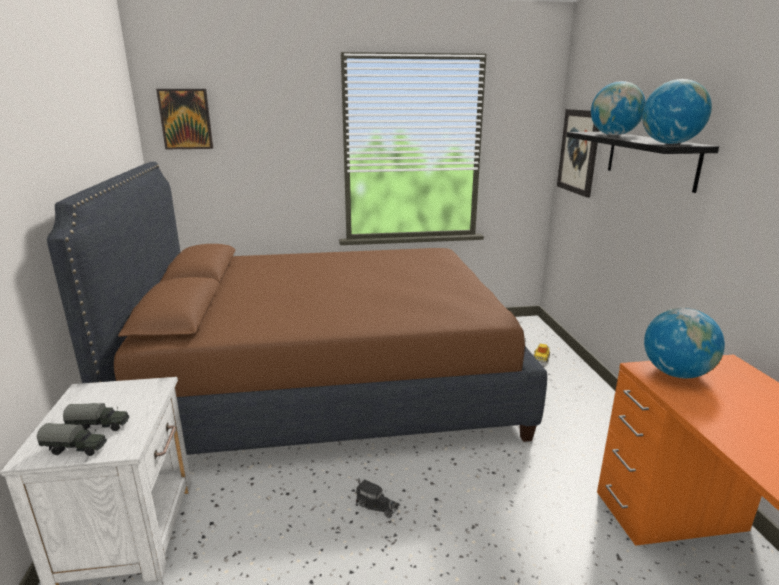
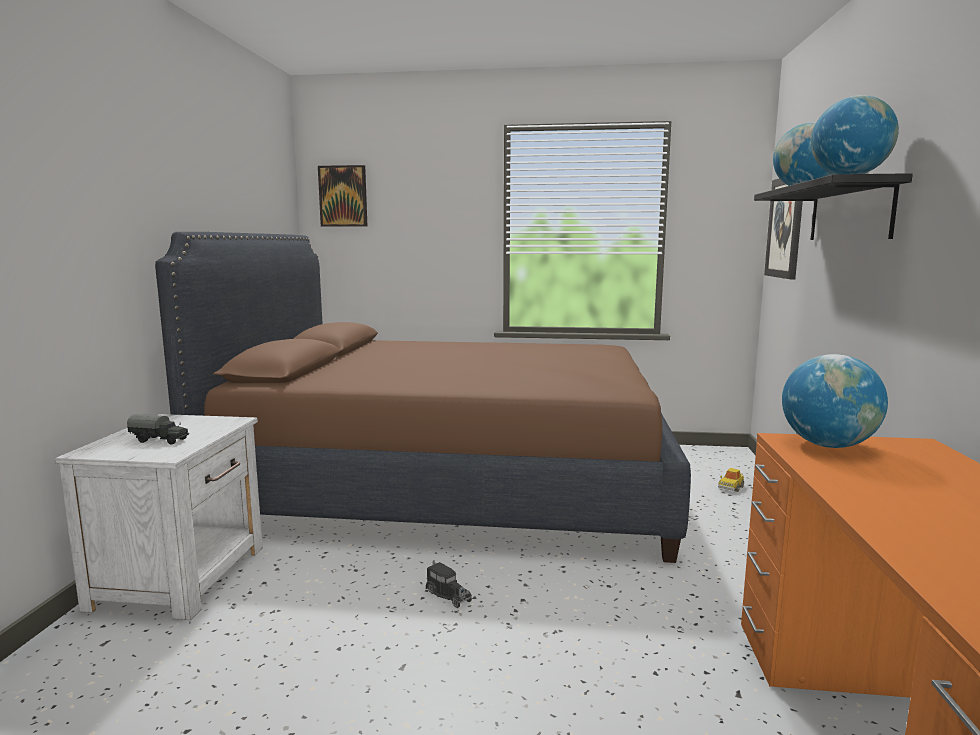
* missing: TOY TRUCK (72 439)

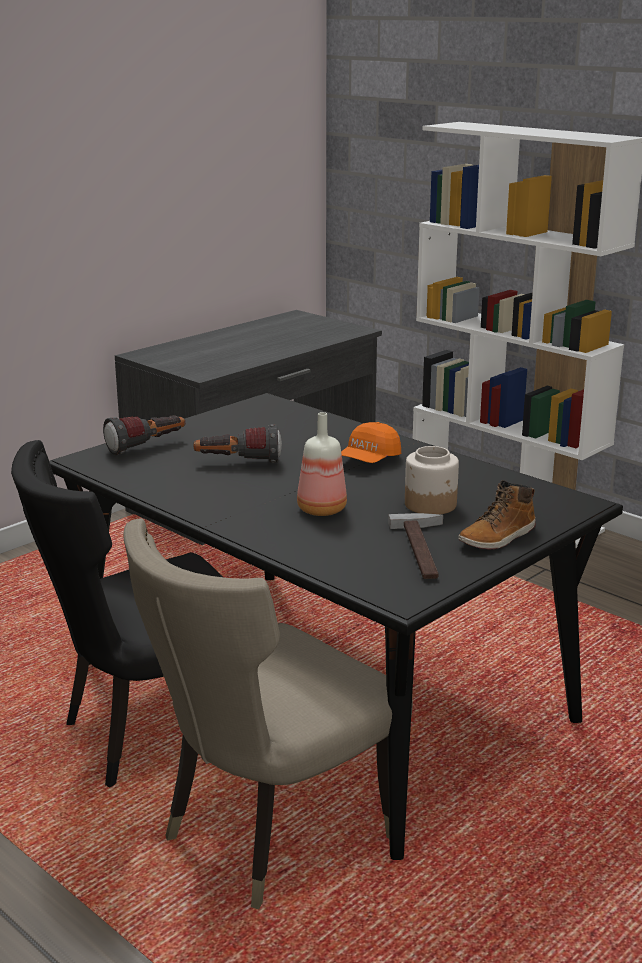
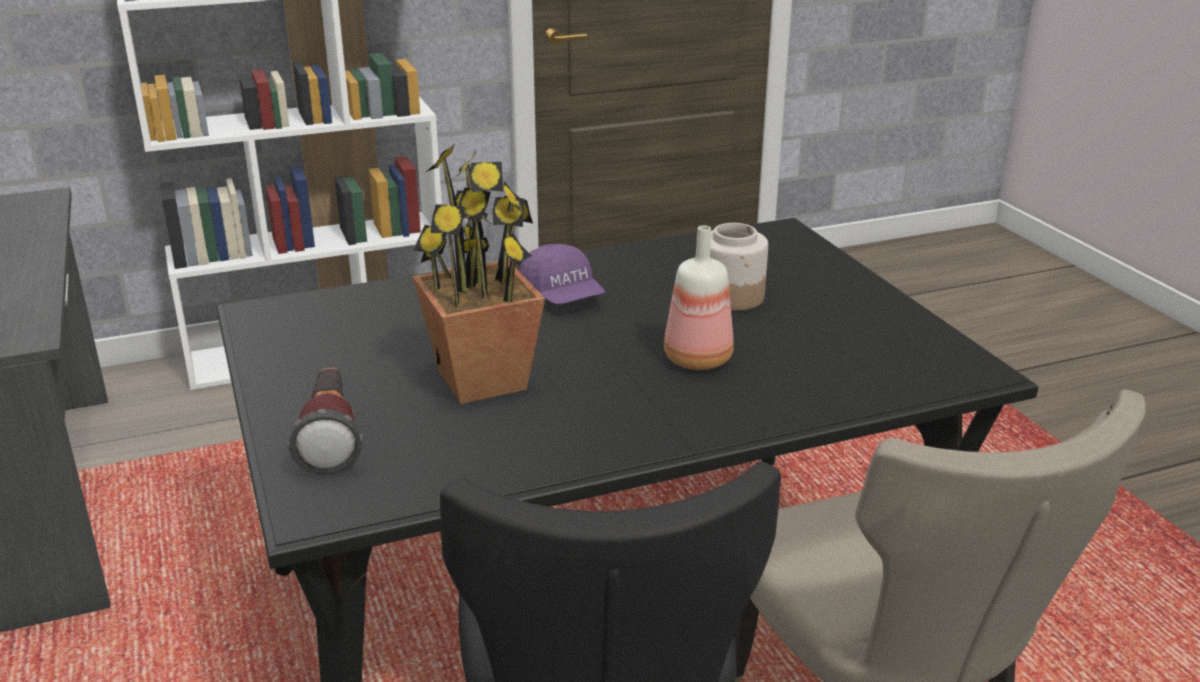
* missing: HAMMER (415 546)
* missing: BOOT (497 515)
* exchanged: FLASHLIGHT (238 443) to POTTED PLANT (478 273)
* colour: ORANGE CAP (371 442) to PURPLE CAP (562 274)

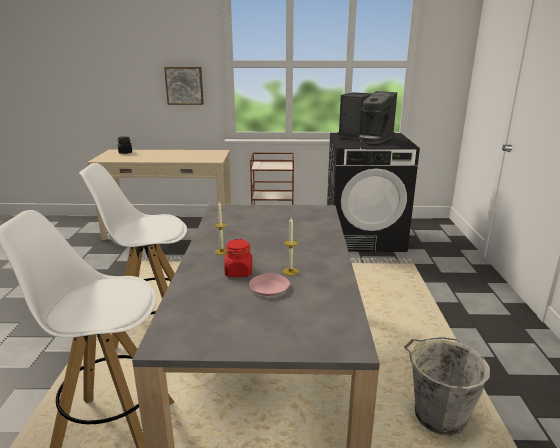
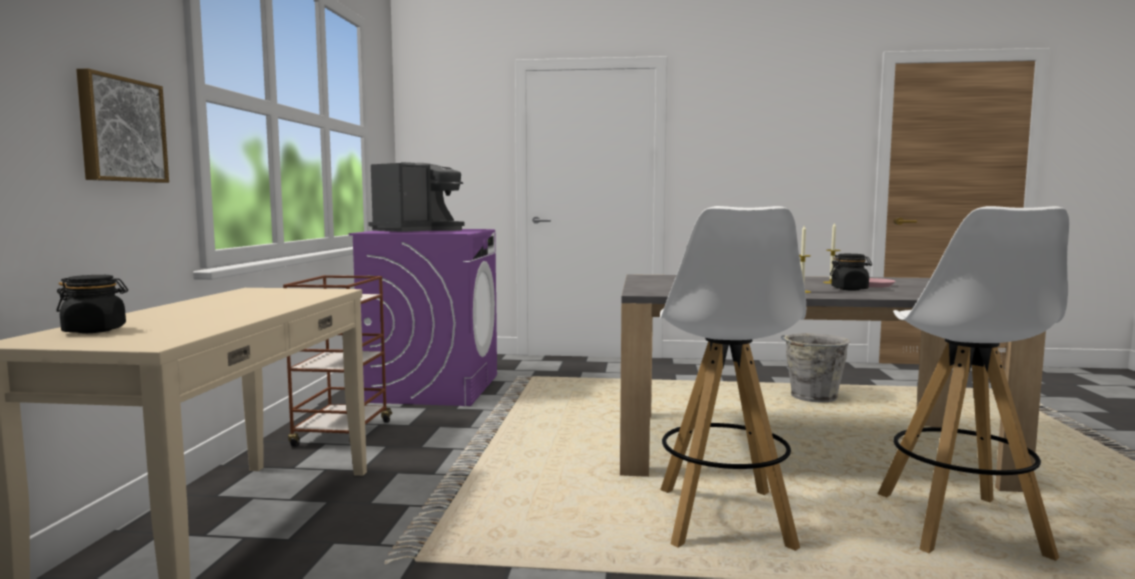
* colour: RED JAR (238 258) to BLACK JAR (851 272)
* colour: BLACK WASHING MACHINE (373 192) to PURPLE WASHING MACHINE (423 317)

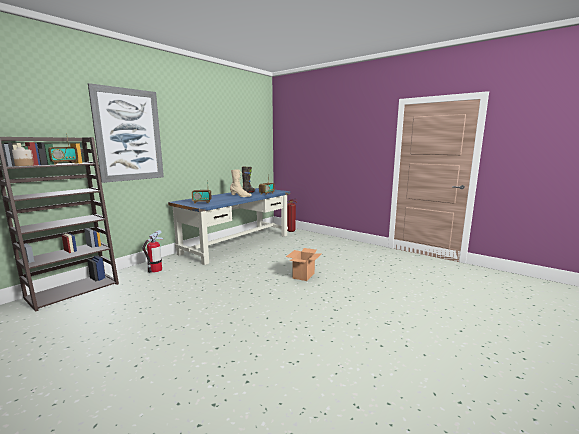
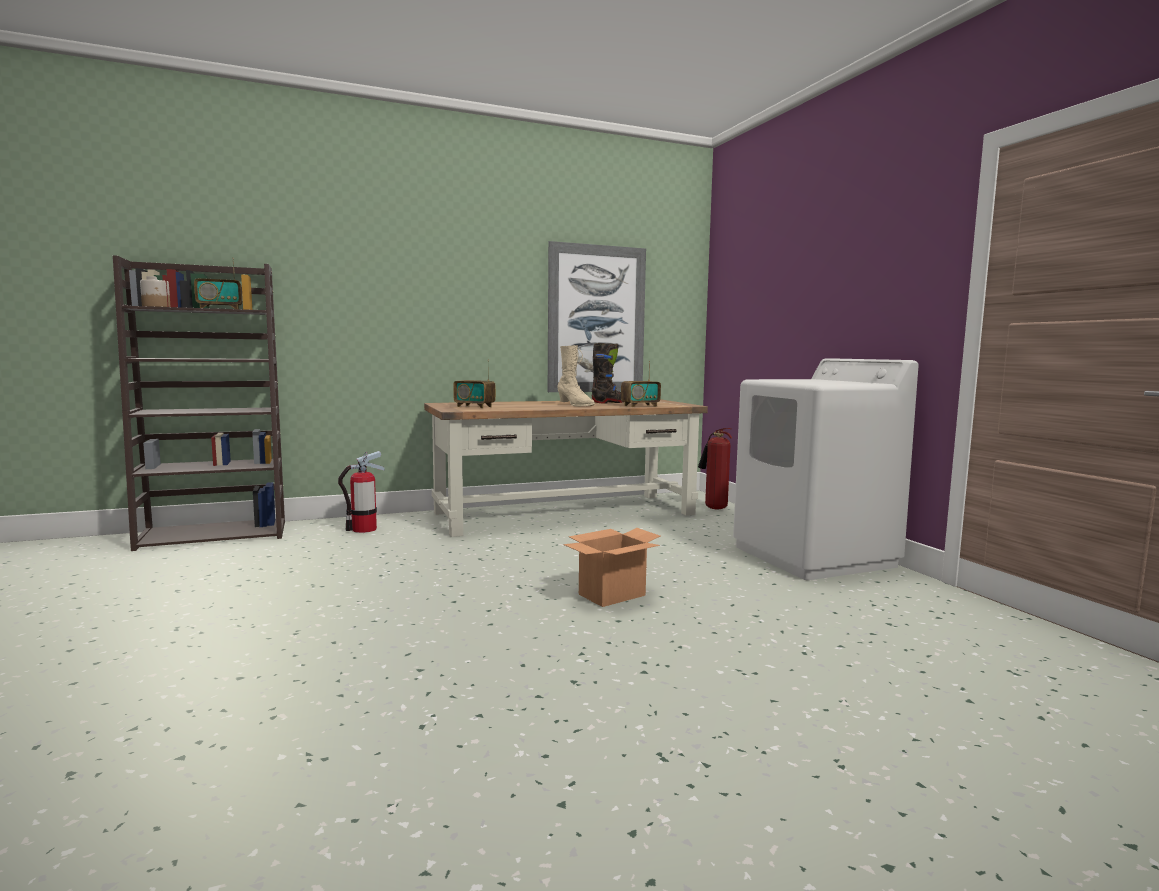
* appeared: WHITE WASHING MACHINE (826 469)
* relocated: PICTURE (126 133) to (597 316)
* colour: BLUE DESK (229 226) to BROWN DESK (566 468)

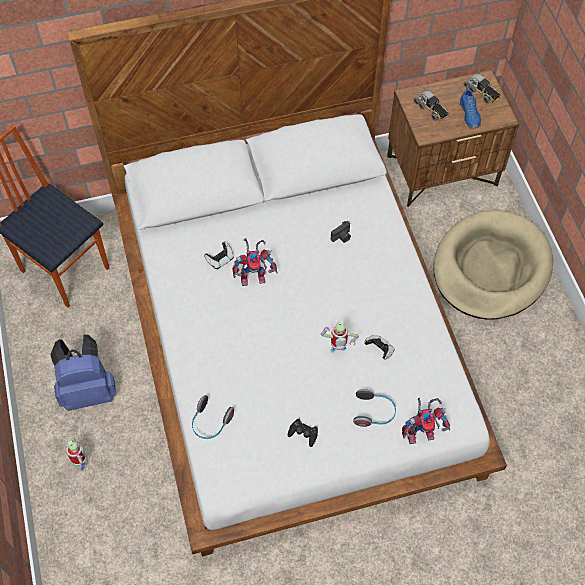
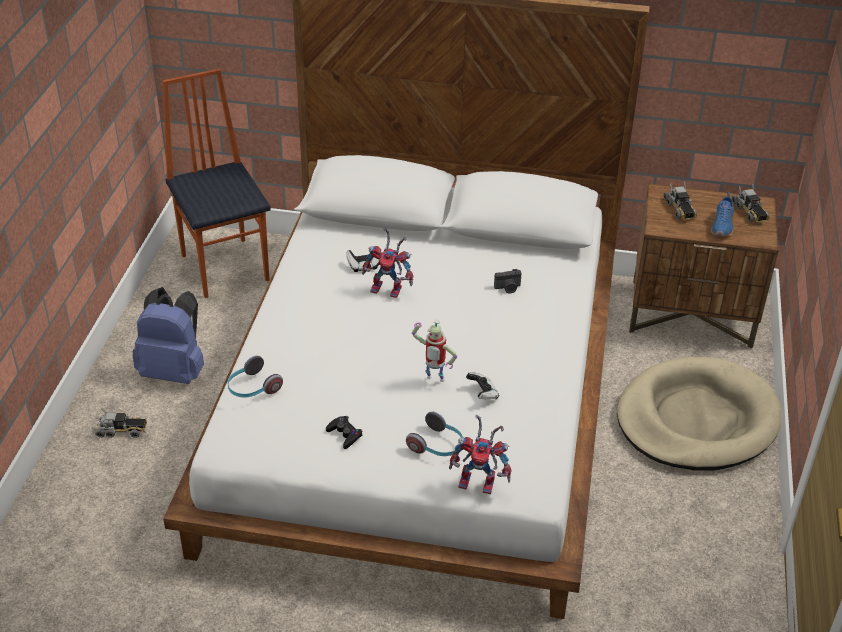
* exchanged: TOY ROBOT (76 454) to TOY TRUCK (121 423)

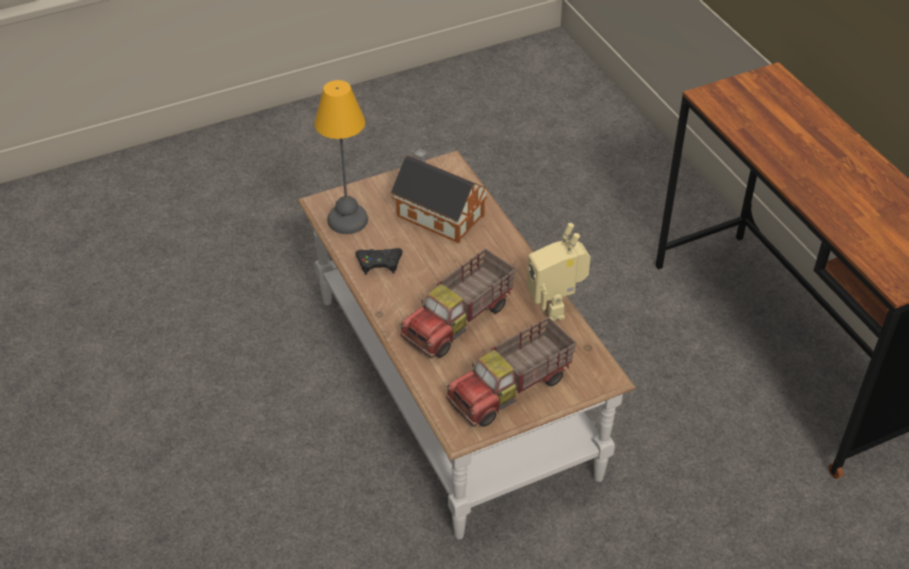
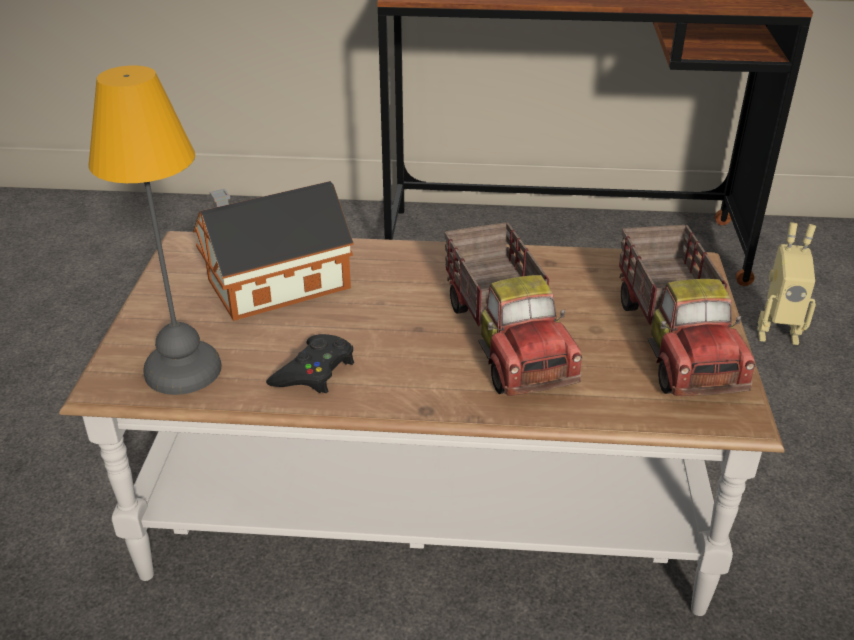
* relocated: TOY ROBOT (559 273) to (786 283)

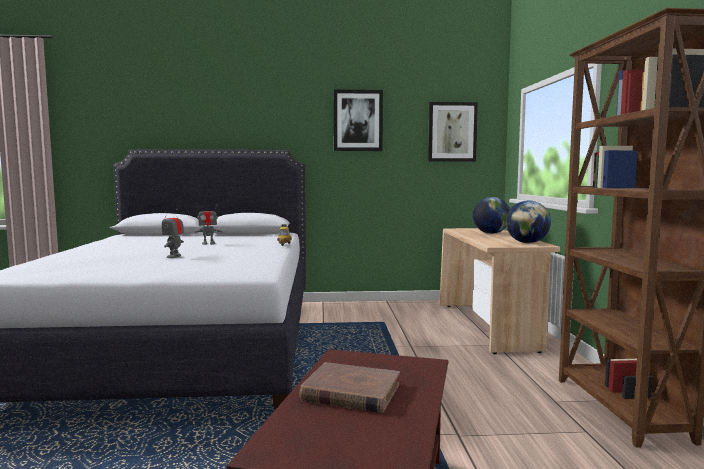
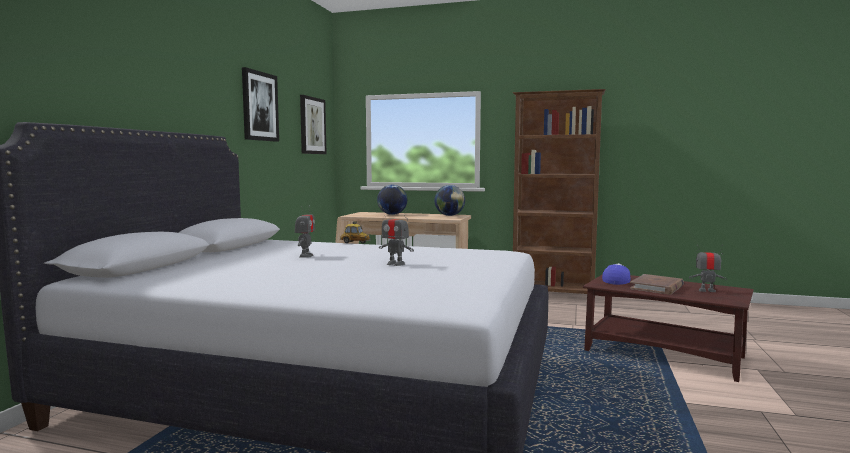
* appeared: CAP (616 274)
* appeared: TOY ROBOT (708 268)

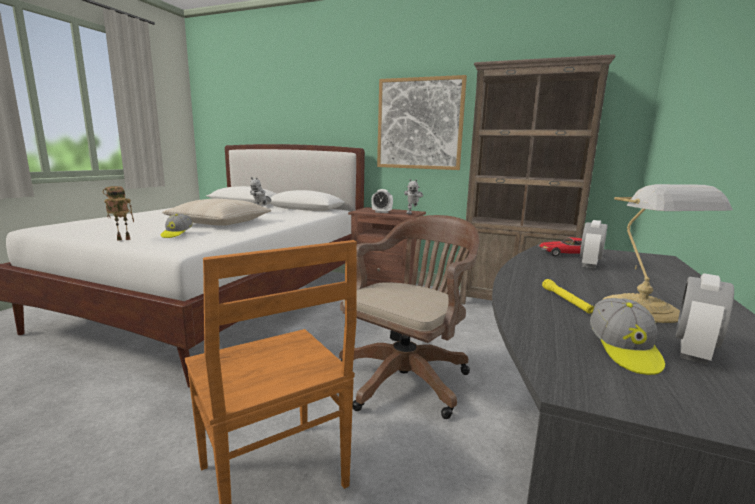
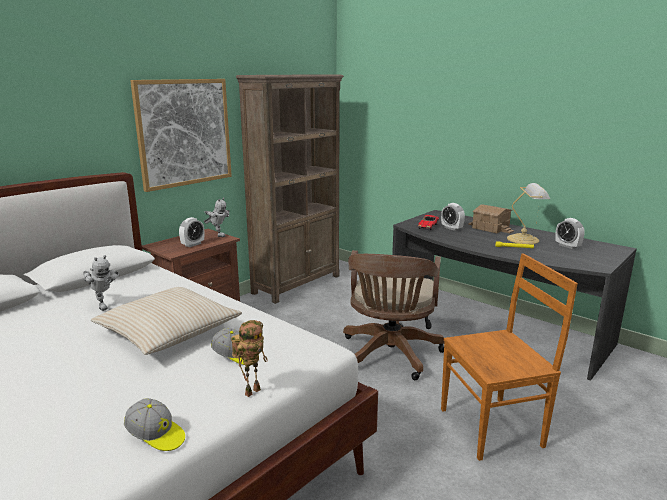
* appeared: TOY HOUSE (491 218)
* relocated: CAP (627 336) to (154 424)
* spun: TOY ROBOT (118 213) = (249 358) 135 degrees counterclockwise
* spun: BROWN OFFICE CHAIR (409 317) = (393 315) 135 degrees counterclockwise

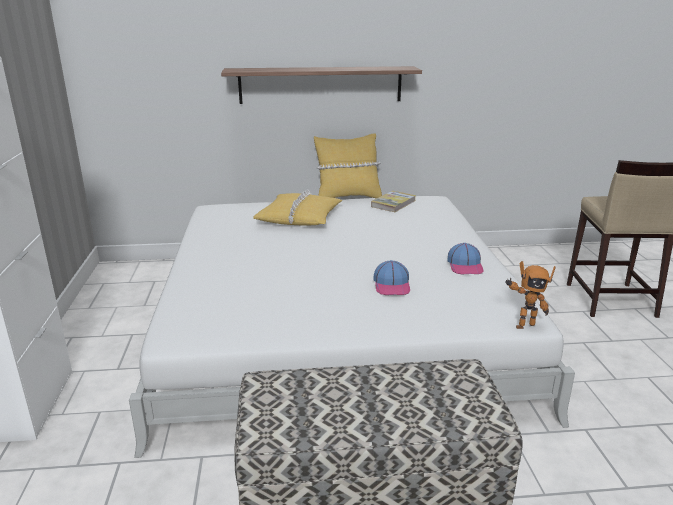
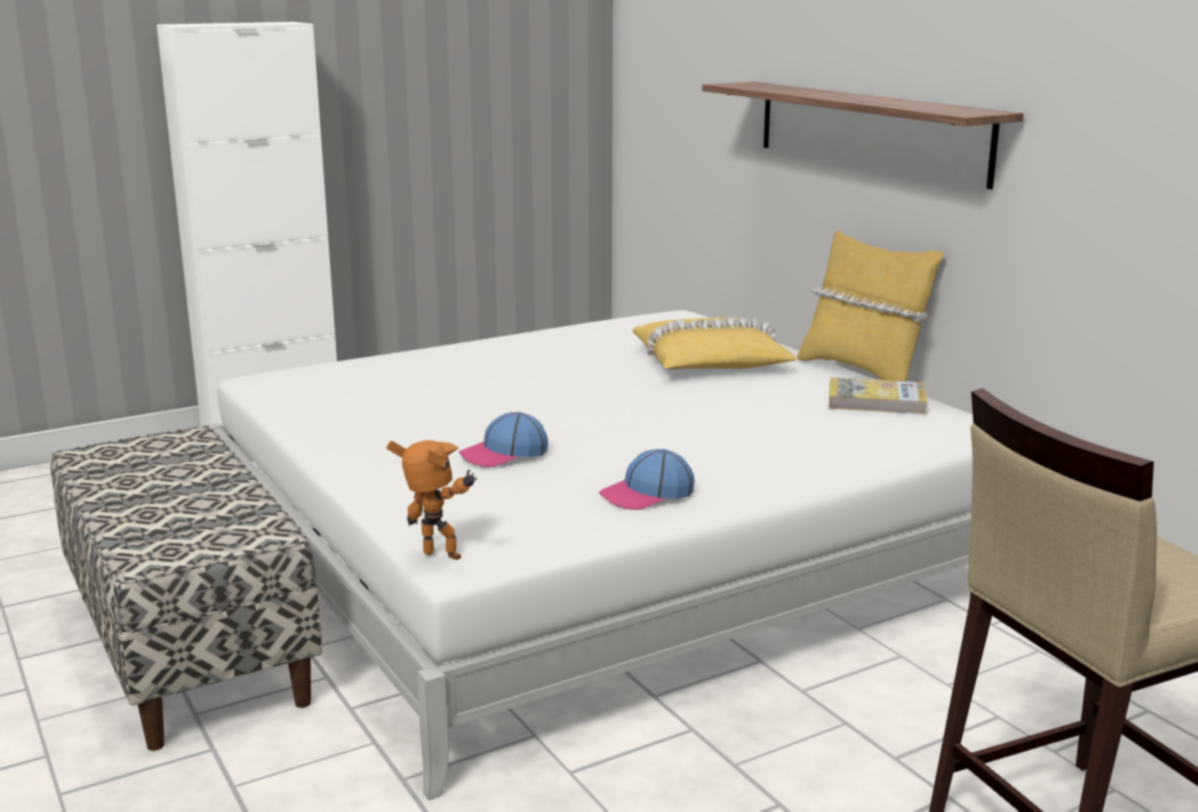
* spun: TOY ROBOT (530 295) = (432 500) 150 degrees clockwise

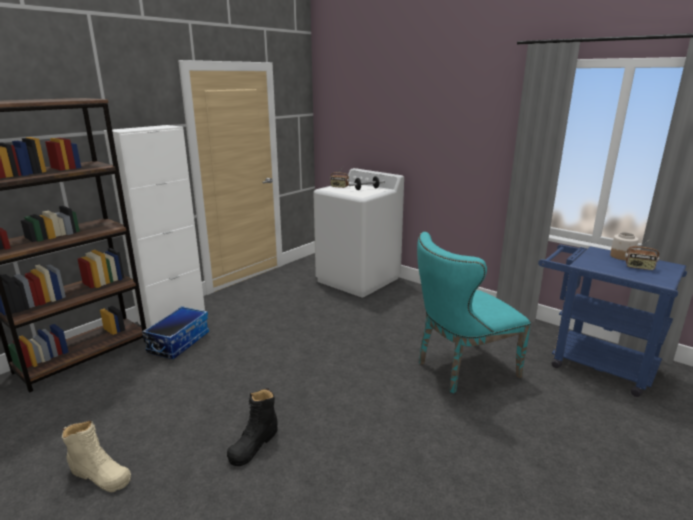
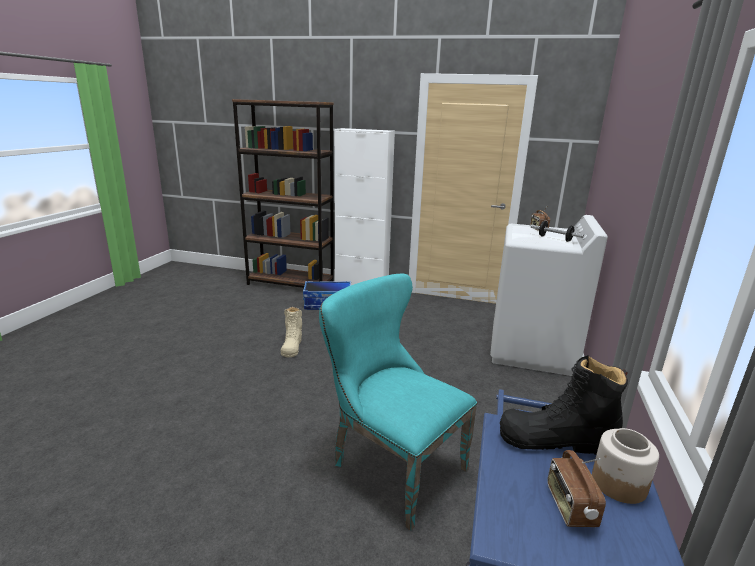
* relocated: BEIGE BOOT (96 456) to (291 332)
* relocated: BLACK BOOT (252 427) to (564 405)

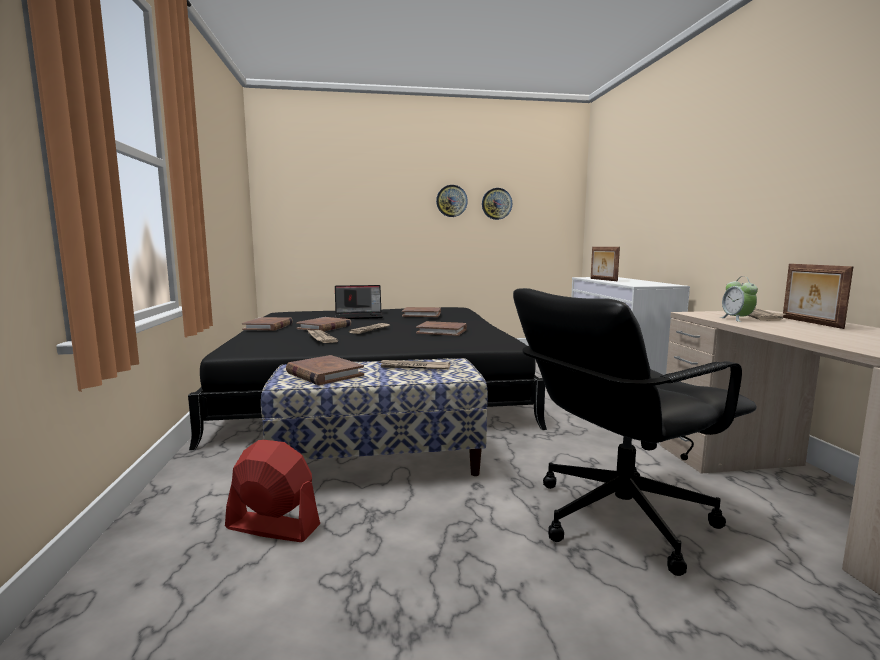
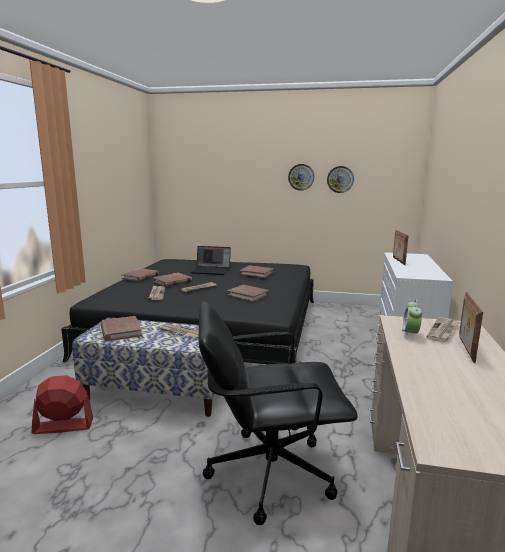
* spun: RED FAN (272 491) = (62 404) 45 degrees counterclockwise

